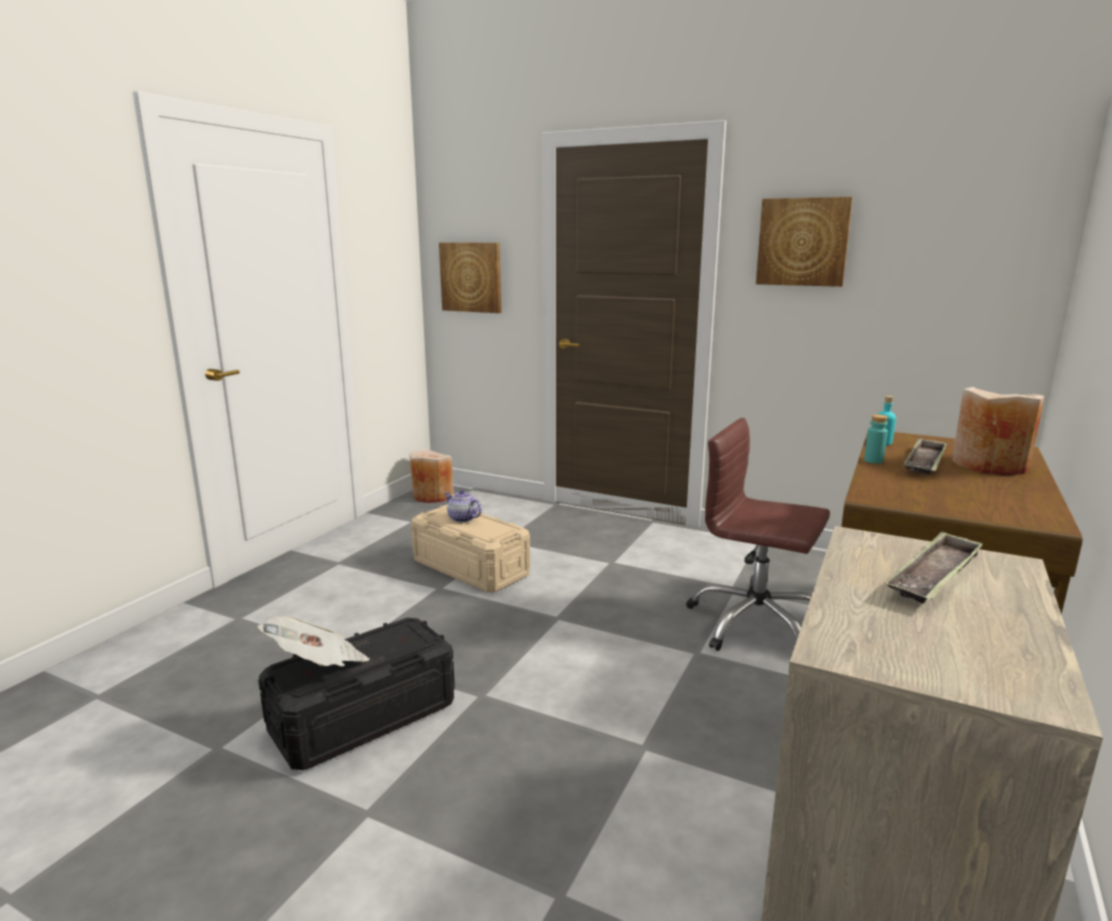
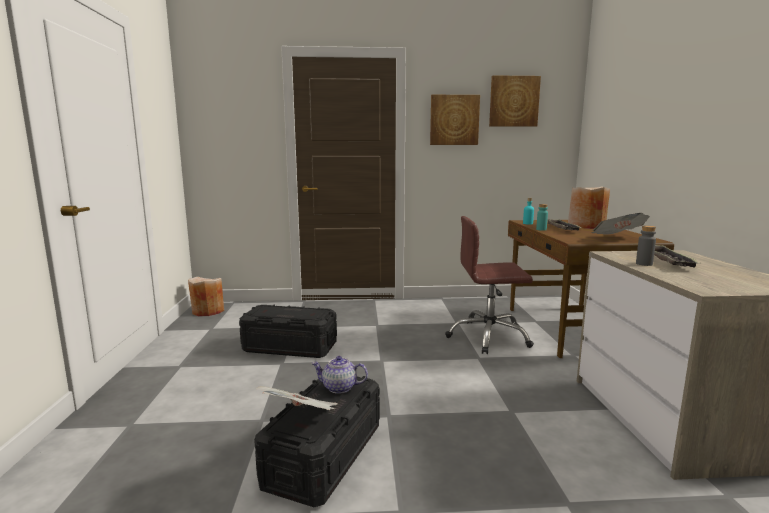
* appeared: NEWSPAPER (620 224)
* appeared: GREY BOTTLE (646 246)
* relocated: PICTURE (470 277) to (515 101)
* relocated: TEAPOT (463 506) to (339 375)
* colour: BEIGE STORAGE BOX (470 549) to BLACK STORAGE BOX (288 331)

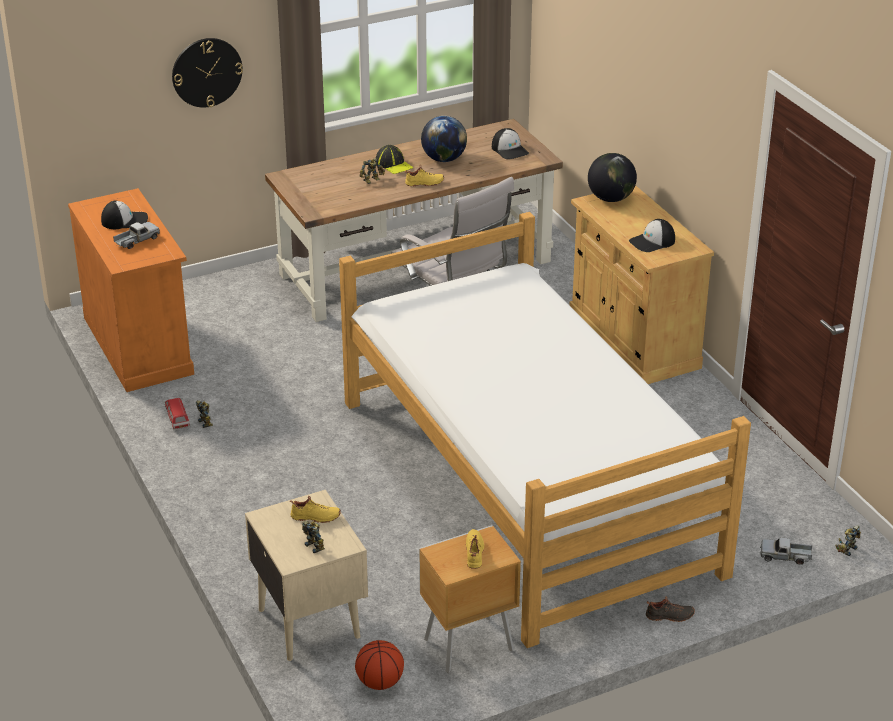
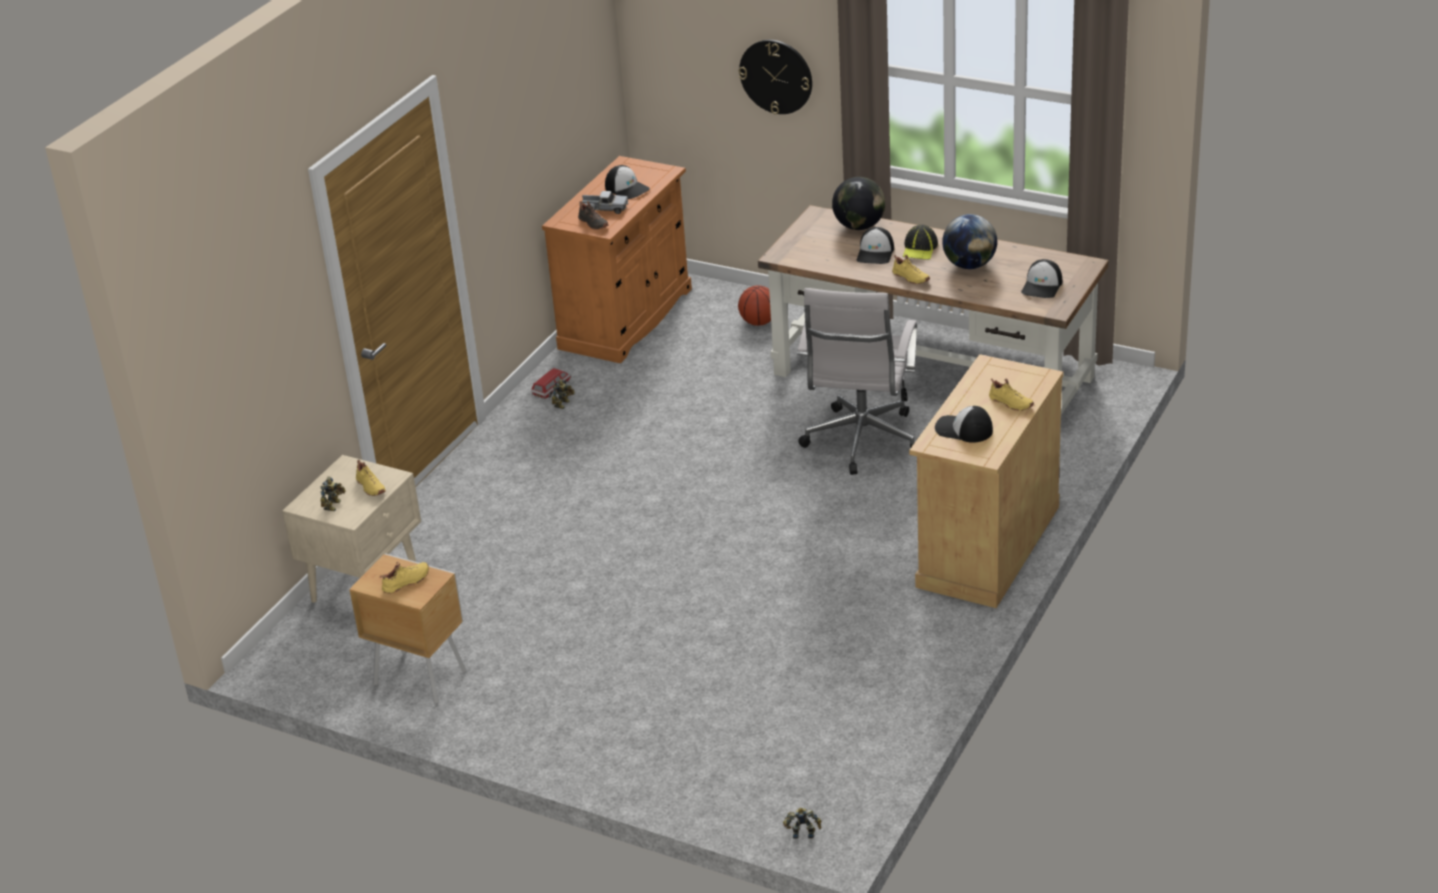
* missing: BED (545 430)
* missing: TOY TRUCK (786 551)
* appeared: YELLOW SHOE (1011 394)
* relocated: BASKETBALL (379 665) to (754 305)
* relocated: GLOBE (612 177) to (858 203)
* relocated: BLACK SHOE (670 609) to (593 215)
* exchanged: TOY ROBOT (372 171) to CAP (875 245)

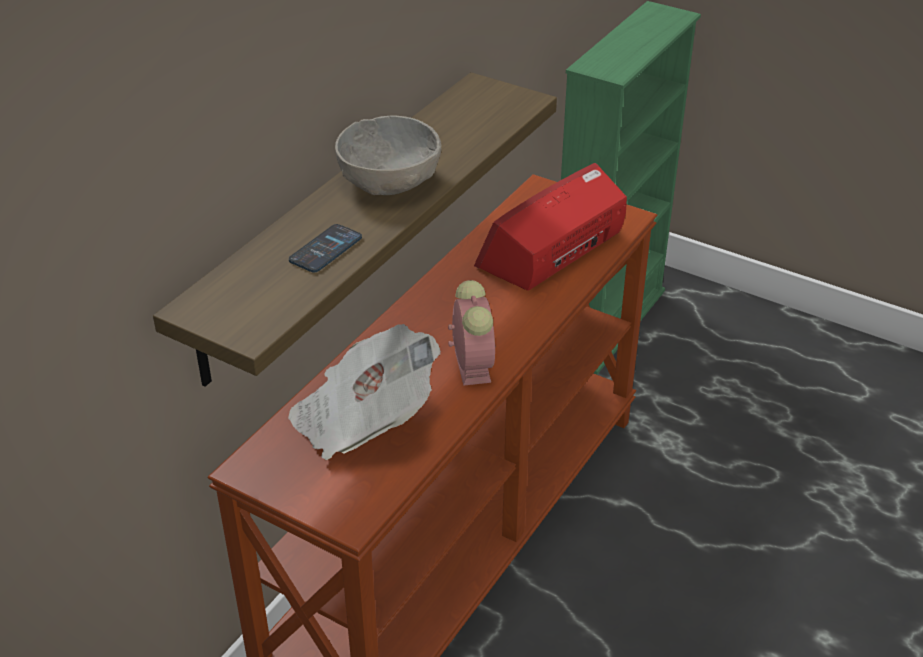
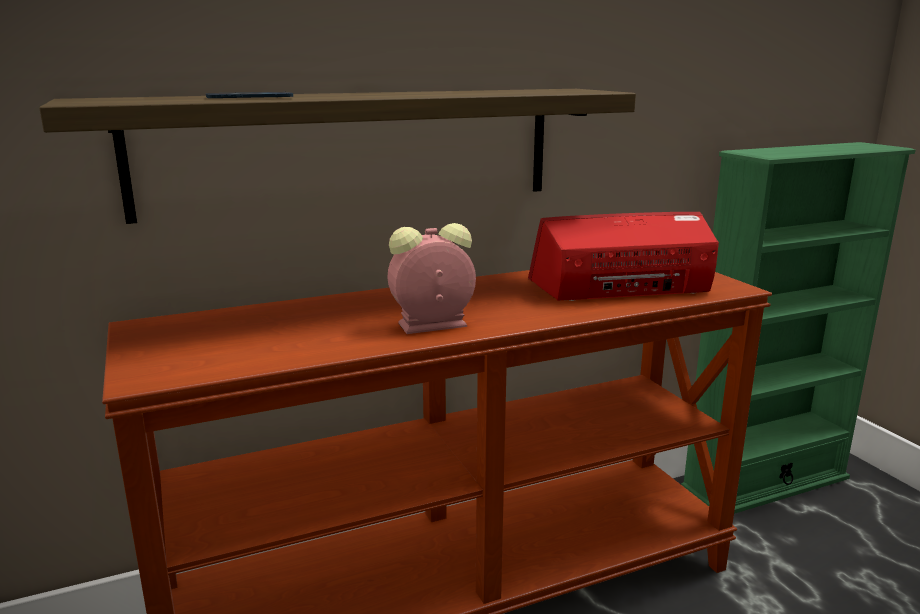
* missing: NEWSPAPER (364 392)
* missing: GREY BOWL (388 155)
* spun: ALARM CLOCK (472 333) = (431 278) 135 degrees counterclockwise

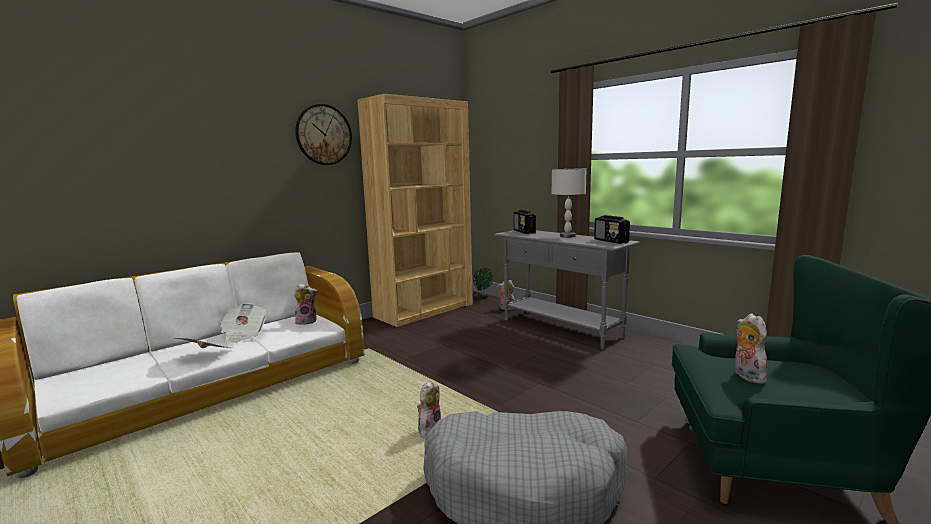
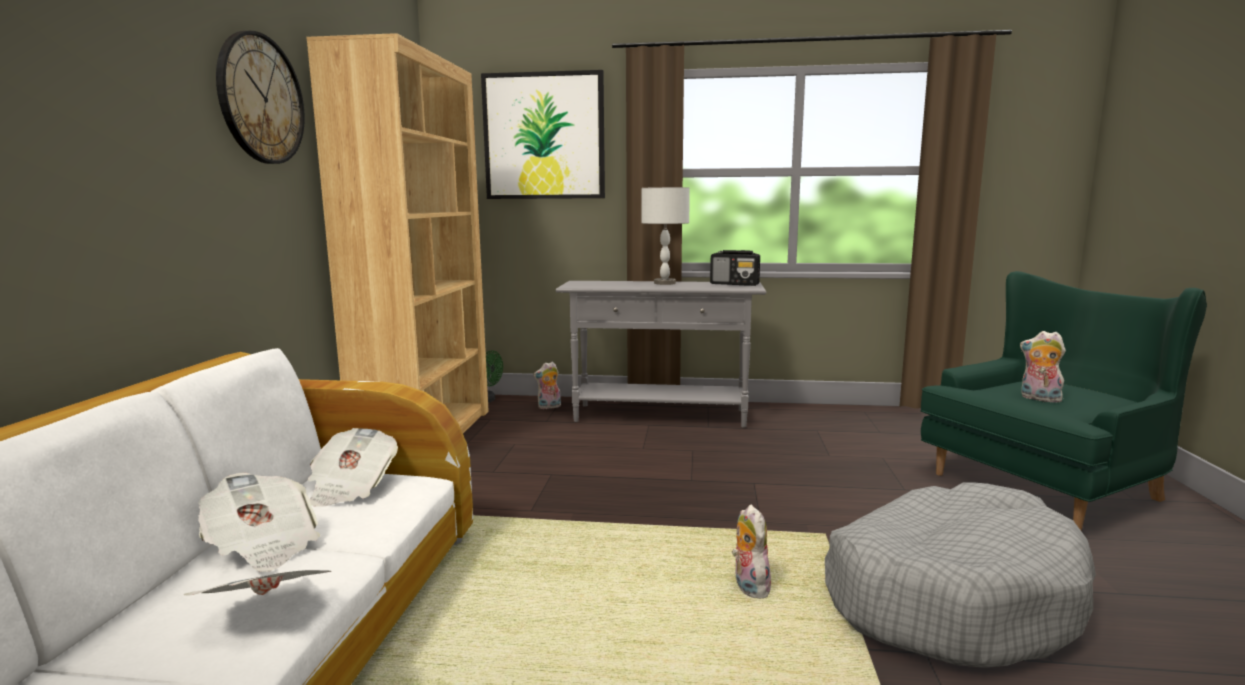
* missing: RADIO (525 222)
* appeared: PICTURE (543 134)
* exchanged: PLUSH TOY (306 304) to NEWSPAPER (352 467)

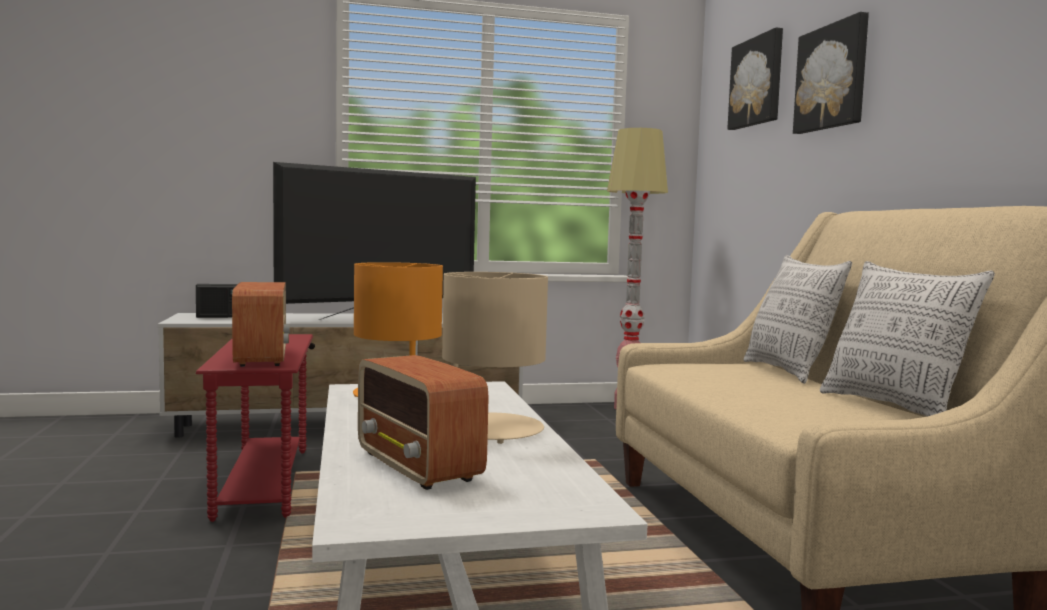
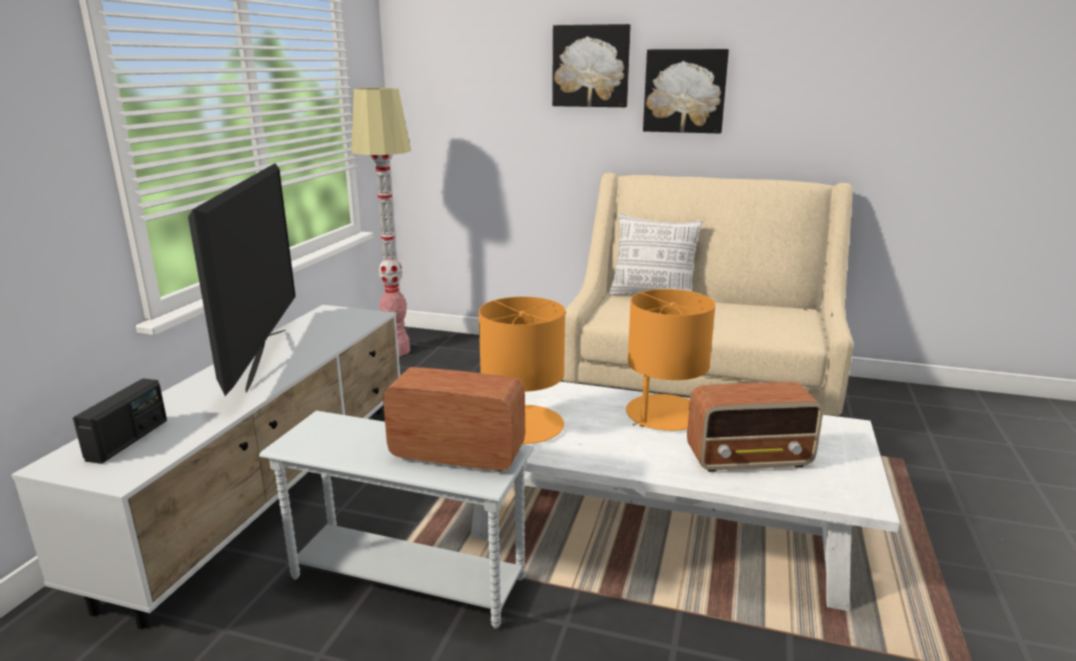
* missing: PILLOW (907 339)
* relocated: PICTURE (755 79) to (686 91)
* colour: RED SIDE TABLE (254 428) to WHITE SIDE TABLE (396 520)
* colour: BEIGE TABLE LAMP (495 358) to ORANGE TABLE LAMP (671 360)

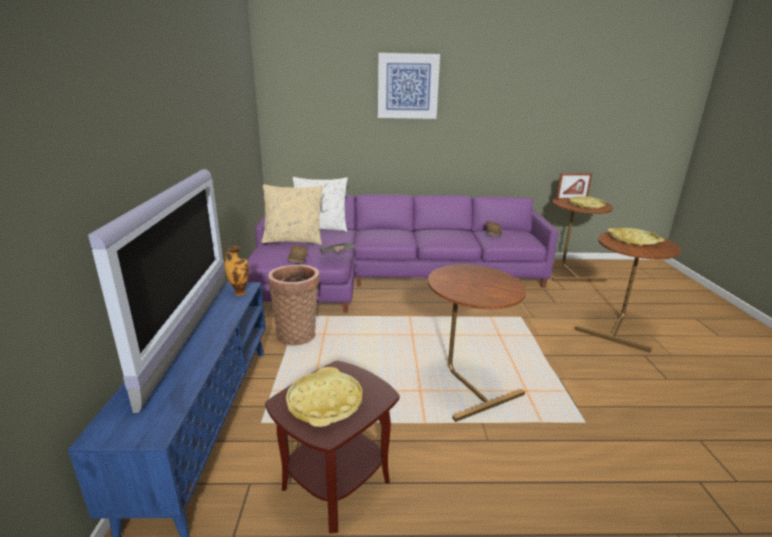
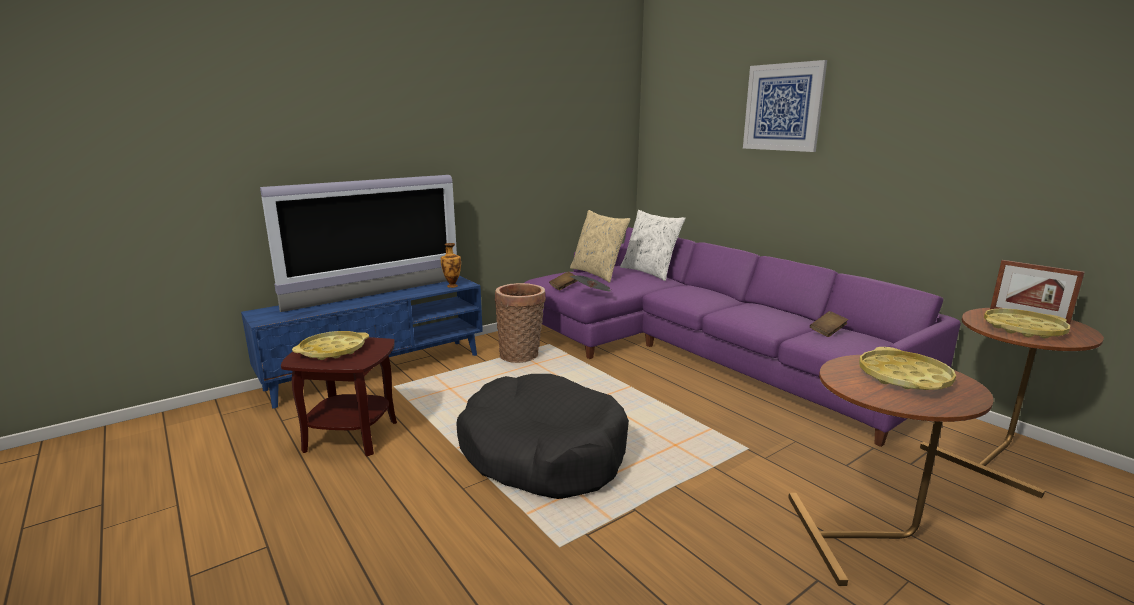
* exchanged: BROWN SIDE TABLE (477 343) to BLACK DOG BED (542 436)

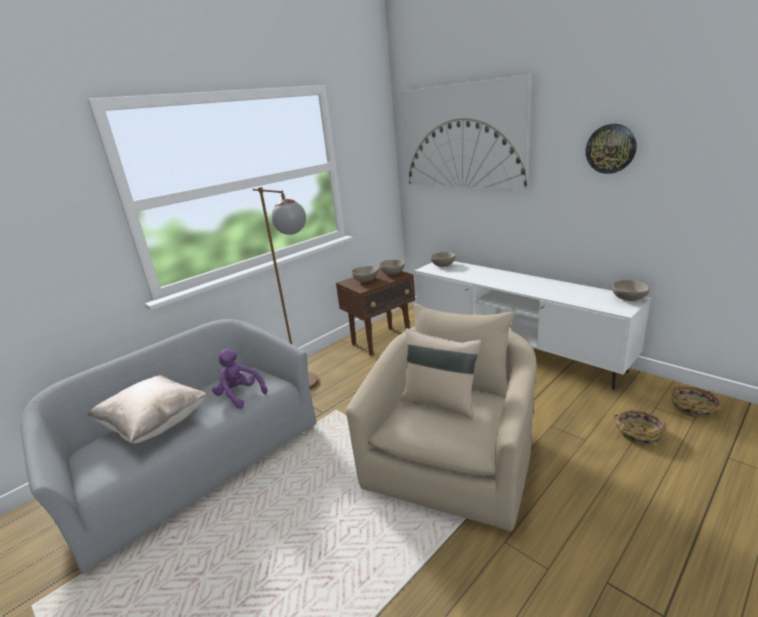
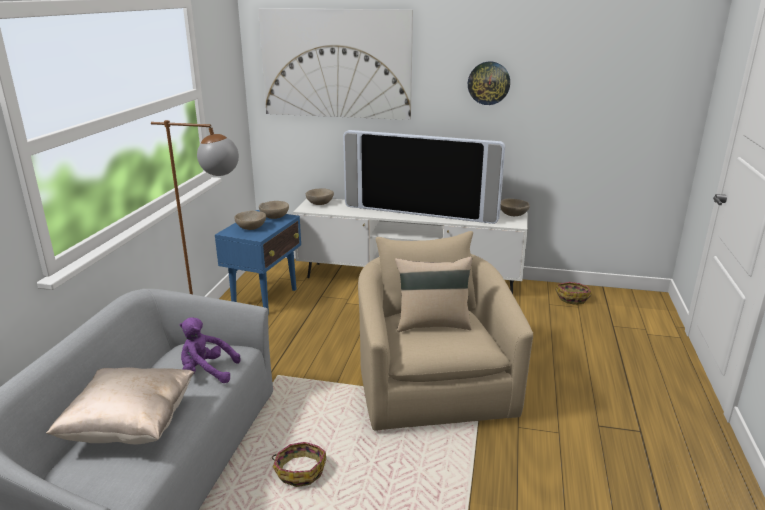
* appeared: TELEVISION (424 177)
* relocated: BASKET (640 427) to (299 464)
* colour: BROWN SIDE TABLE (375 312) to BLUE SIDE TABLE (258 262)

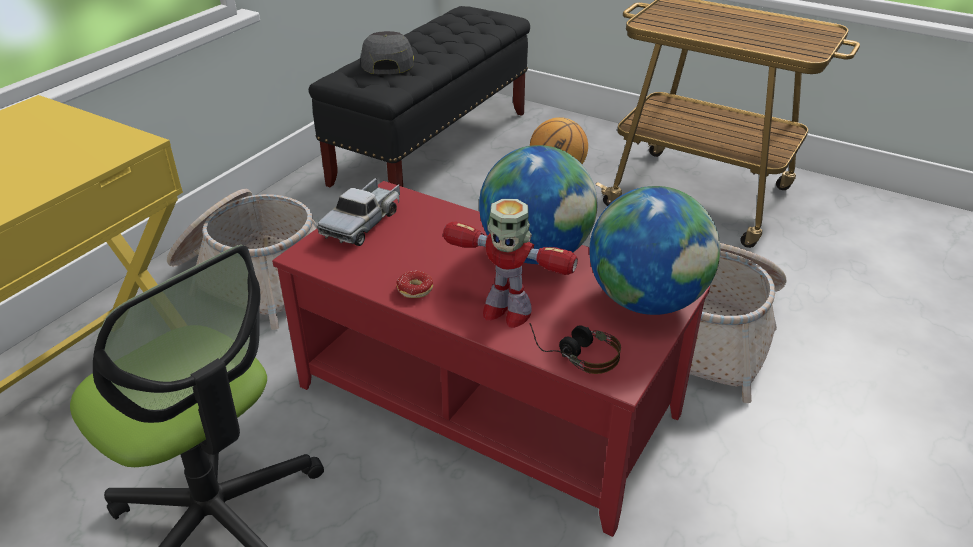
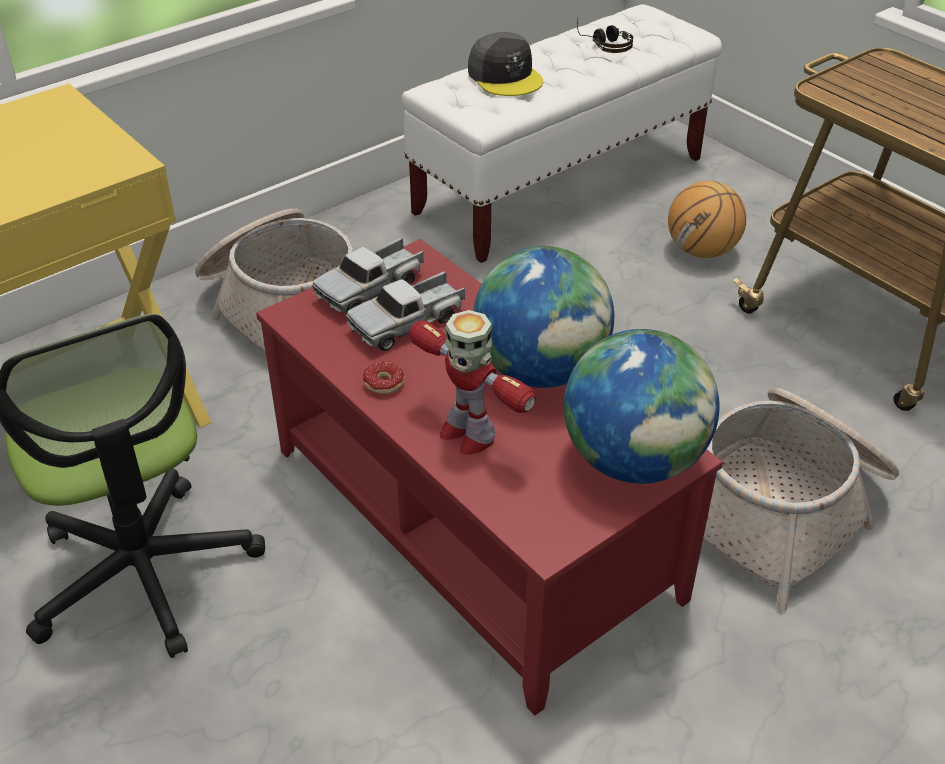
* appeared: TOY TRUCK (405 311)
* relocated: HEADPHONES (575 348) to (605 35)
* colour: BLACK BENCH (419 96) to WHITE BENCH (562 133)
* spun: GREY CAP (387 52) = (505 64) 135 degrees clockwise

